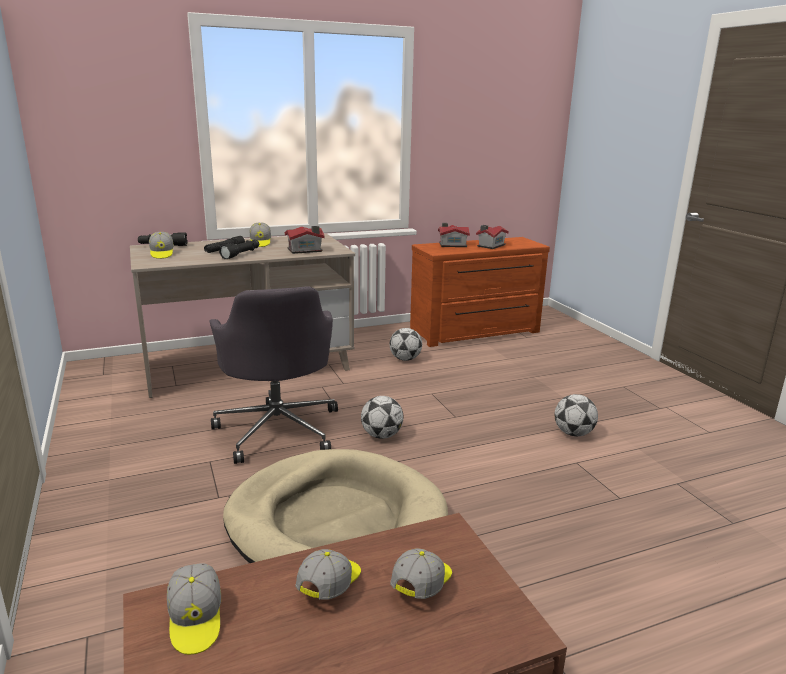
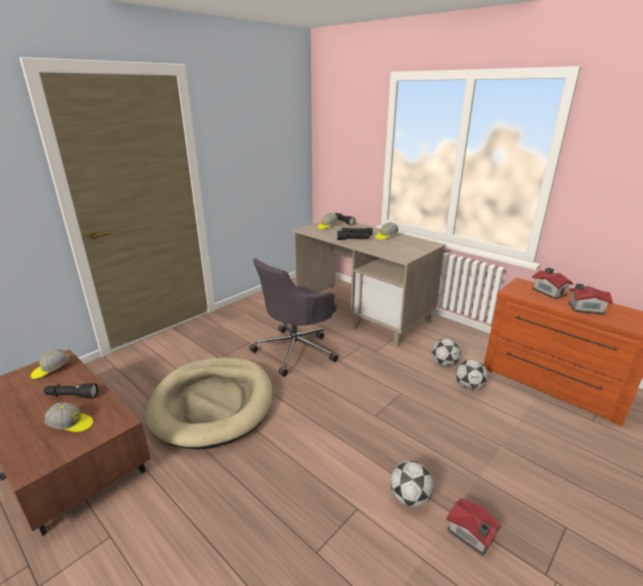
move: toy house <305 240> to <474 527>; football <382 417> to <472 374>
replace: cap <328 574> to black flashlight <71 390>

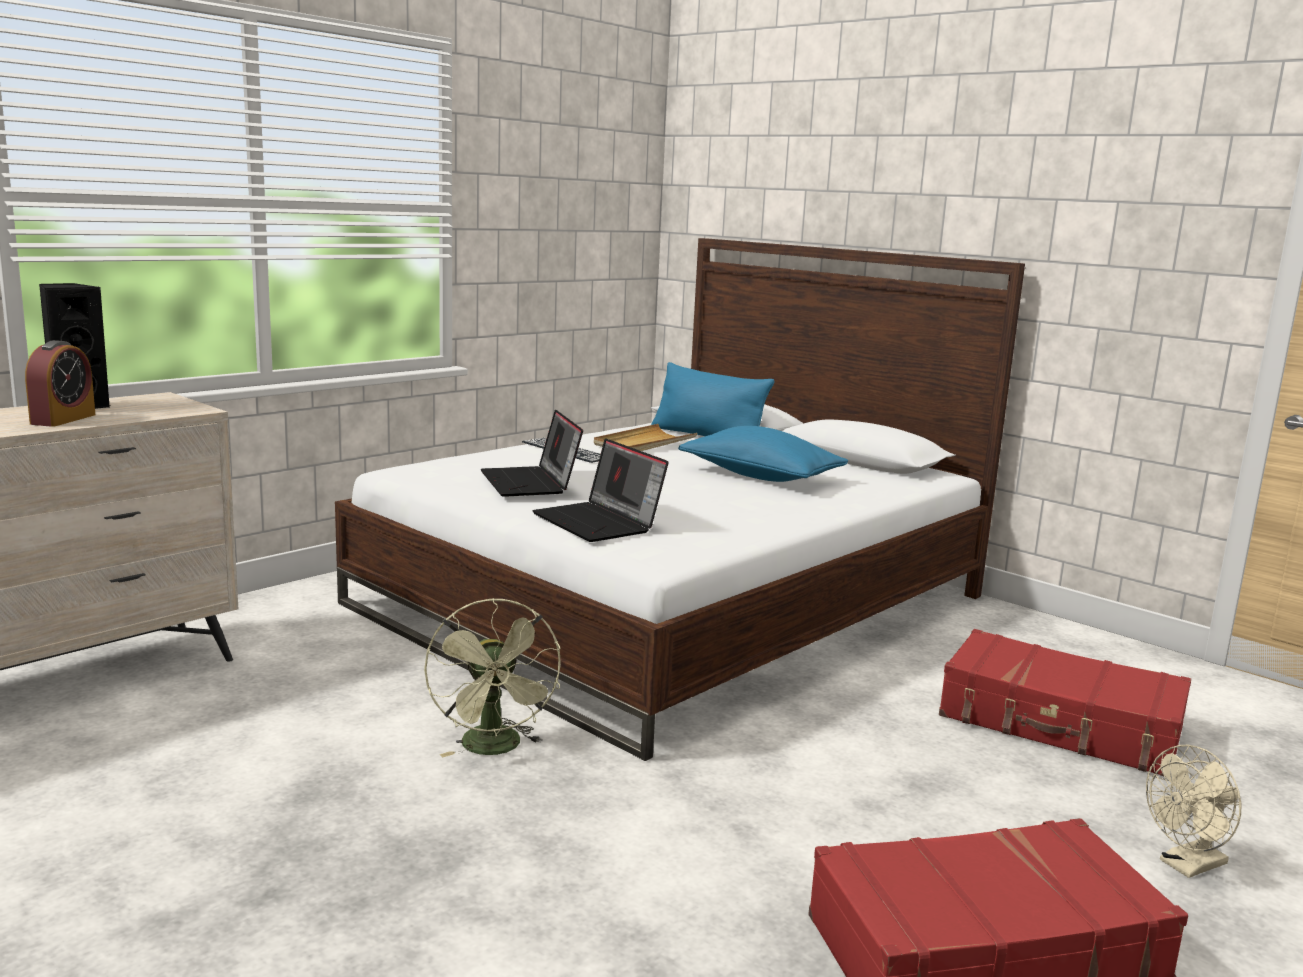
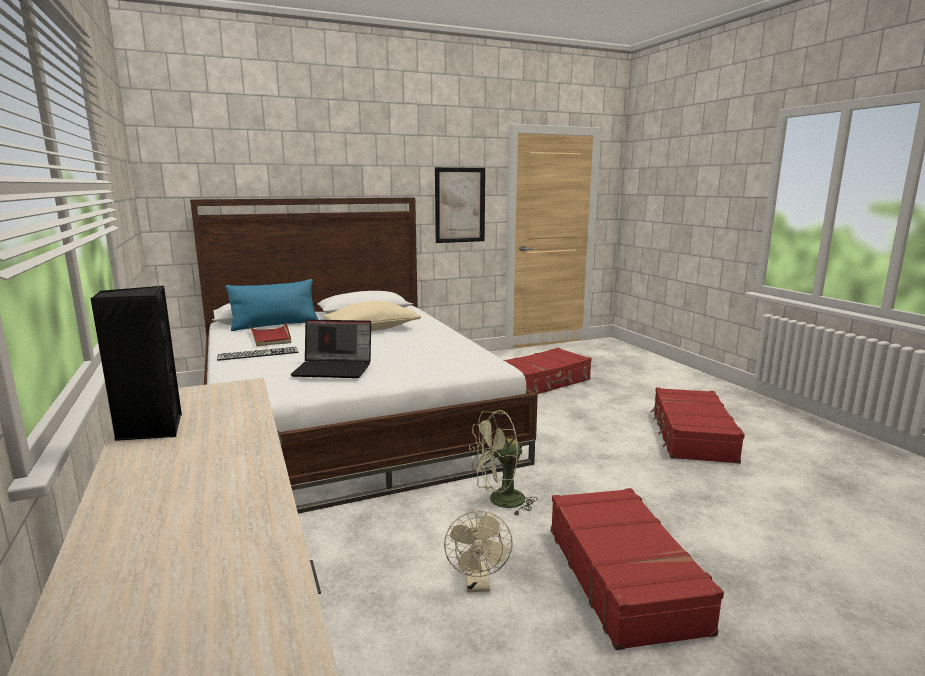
delete: alarm clock <60 383>; laptop <600 490>
insert: picture <460 205>; red suitcase <637 569>
move: beige fan <1193 811> to <478 551>
recolor: beige tray <645 437> to red tray <270 334>; blue pillow <763 454> to beige pillow <372 316>
rotate: green fan <492 677> = <503 463> 150 degrees clockwise

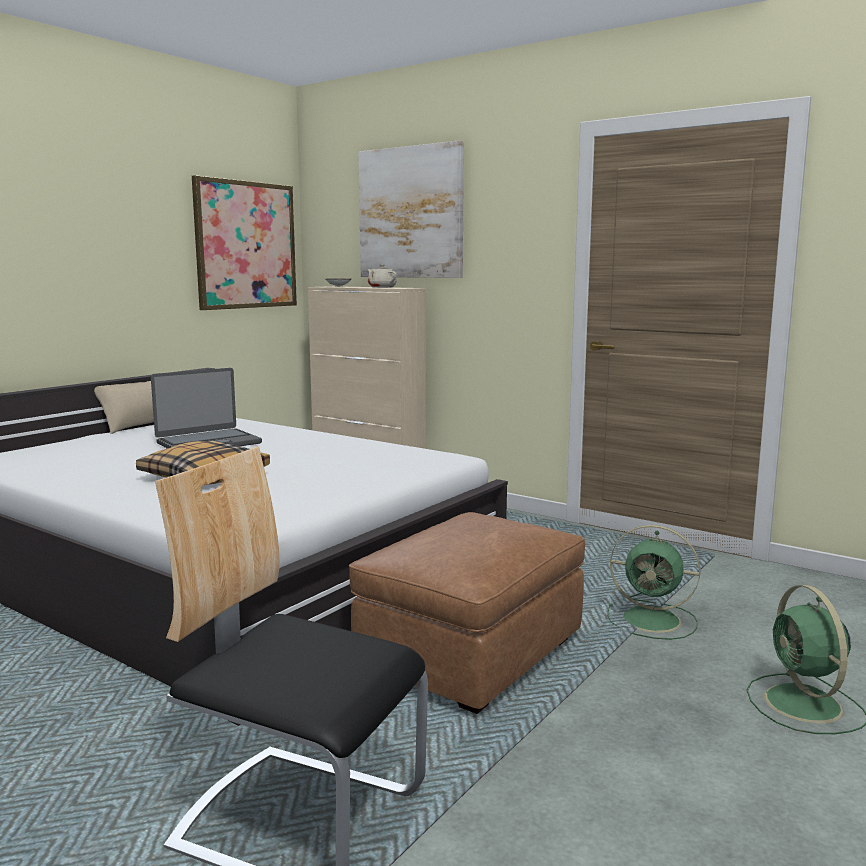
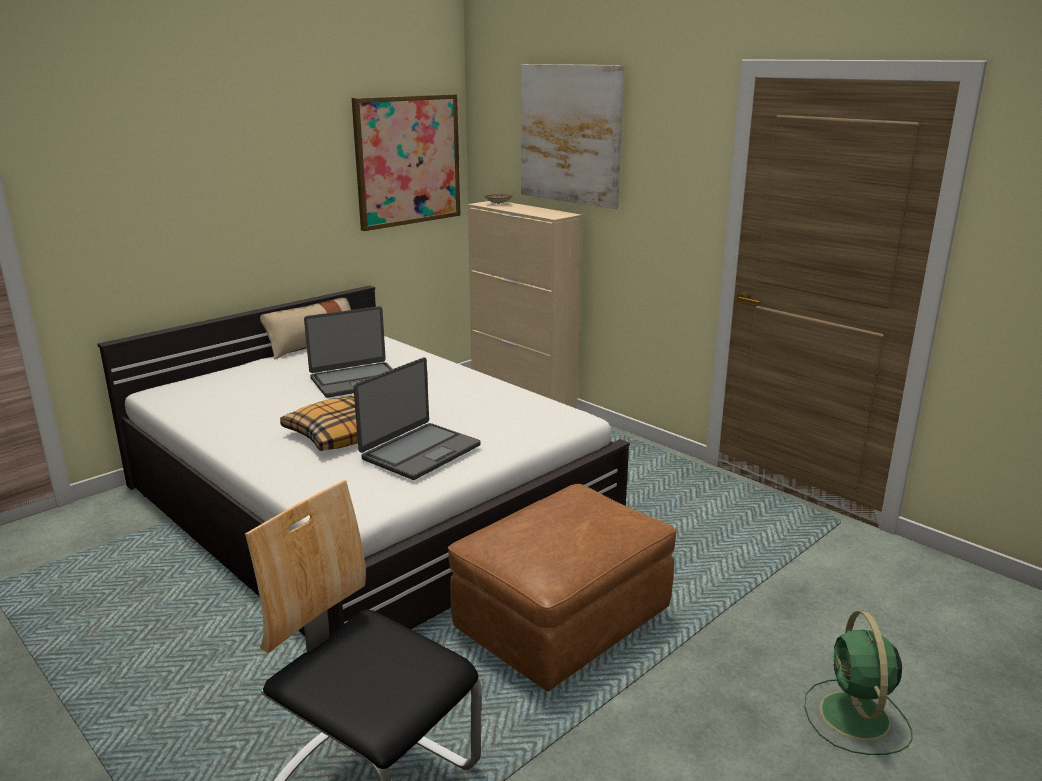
delete: beige teapot <382 276>; green fan <653 582>
insert: laptop <417 418>

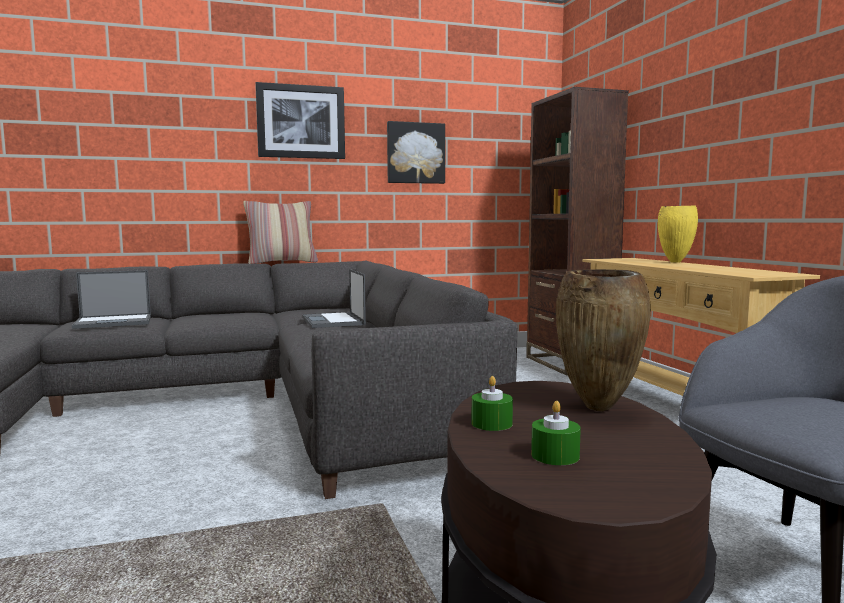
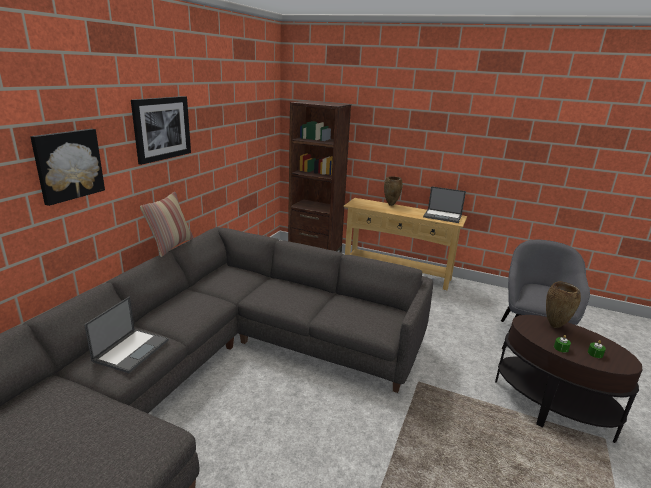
move: picture <416 152> to <67 167>; laptop <334 298> to <444 204>
recolor: yellow vase <678 234> to brown vase <393 191>

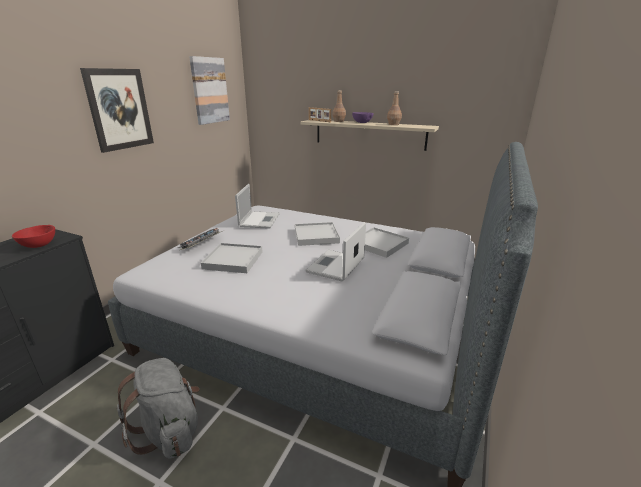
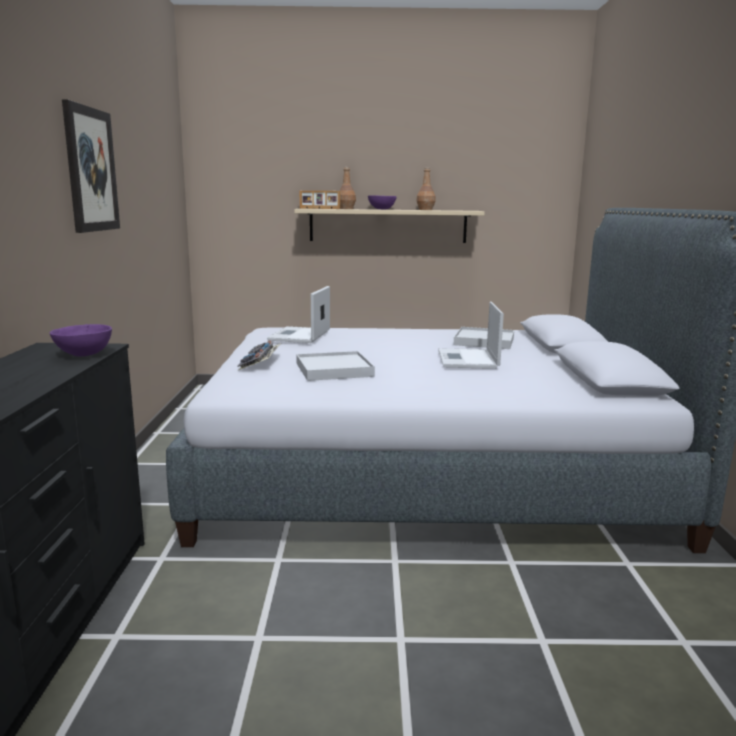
delete: grey backpack <158 408>; picture <209 90>; white tray <317 234>
recolor: red bowl <33 236> to purple bowl <81 340>
rotate: laptop <257 206> = <298 314> 150 degrees counterclockwise

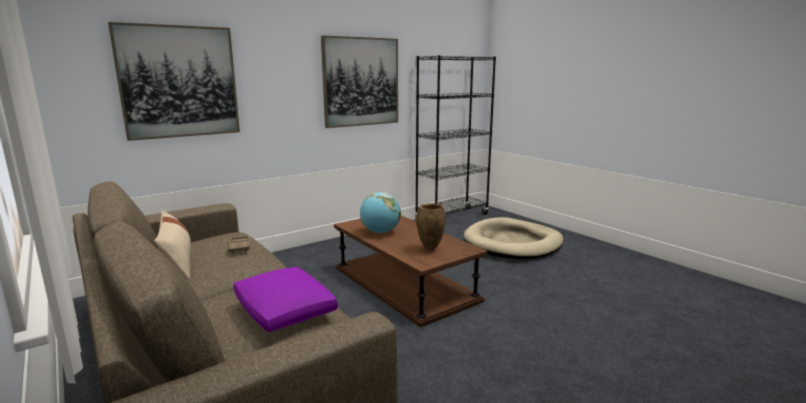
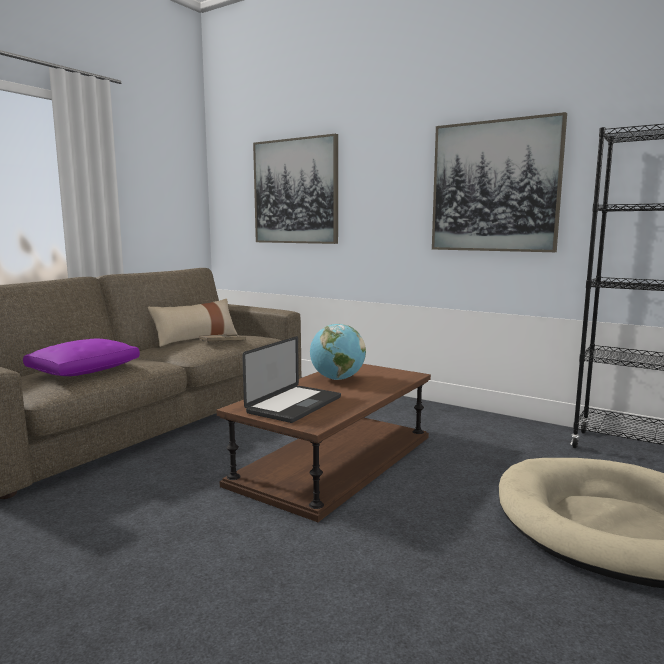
replace: brown vase <431 227> to laptop <291 379>

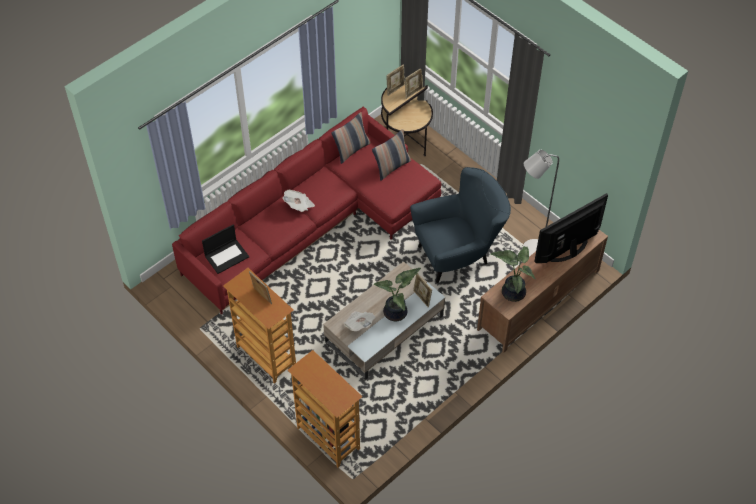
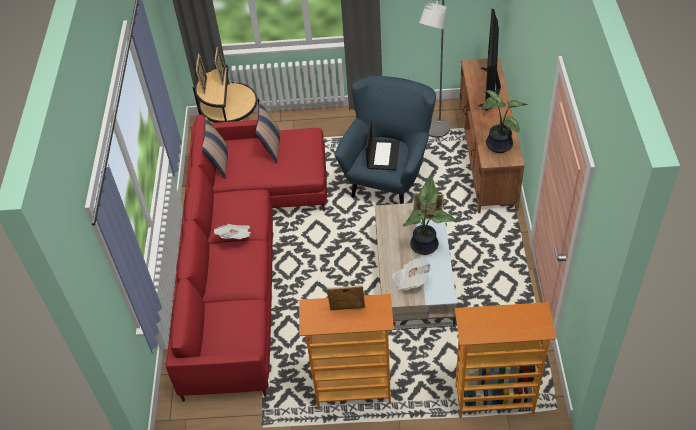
move: laptop <225 249> to <383 145>

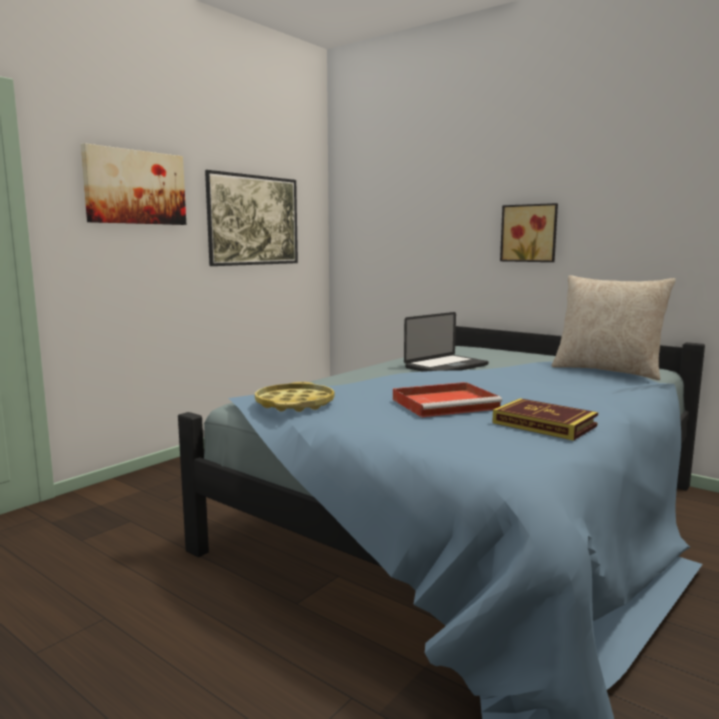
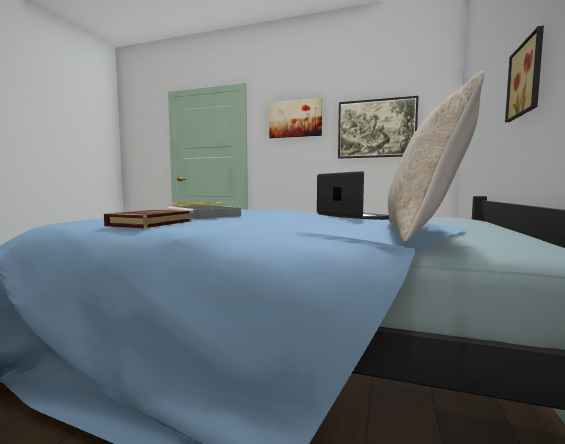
recolor: red tray <447 399> to grey tray <204 212>
rotate: laptop <446 342> = <353 195> 150 degrees counterclockwise

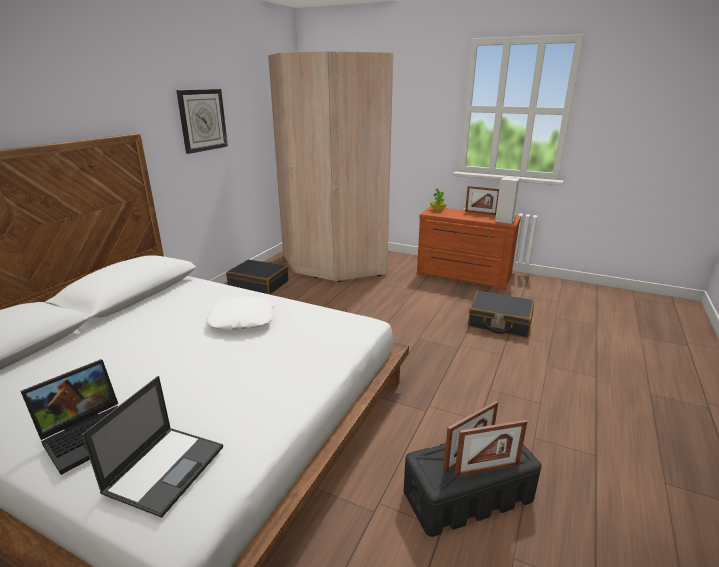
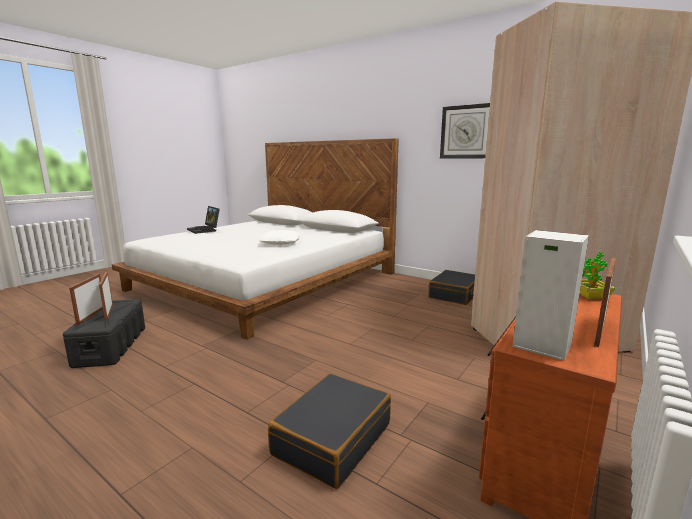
delete: laptop <152 447>

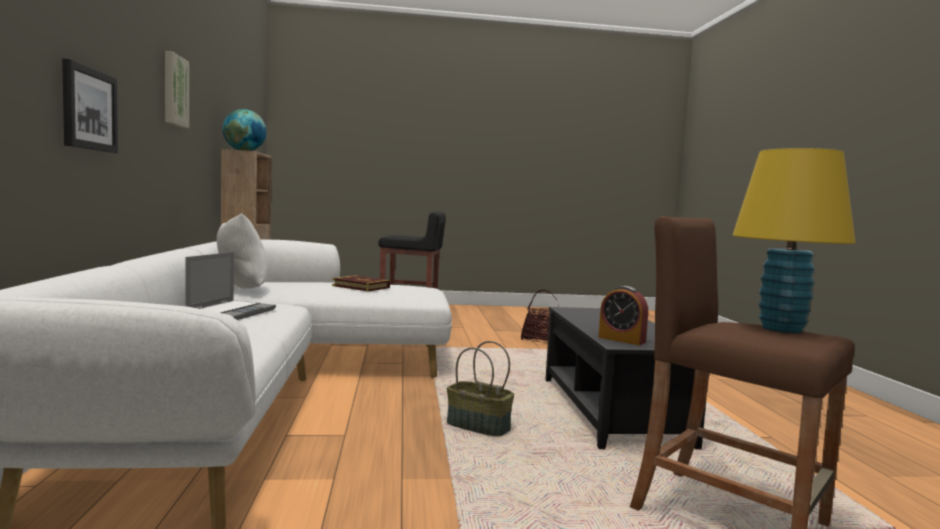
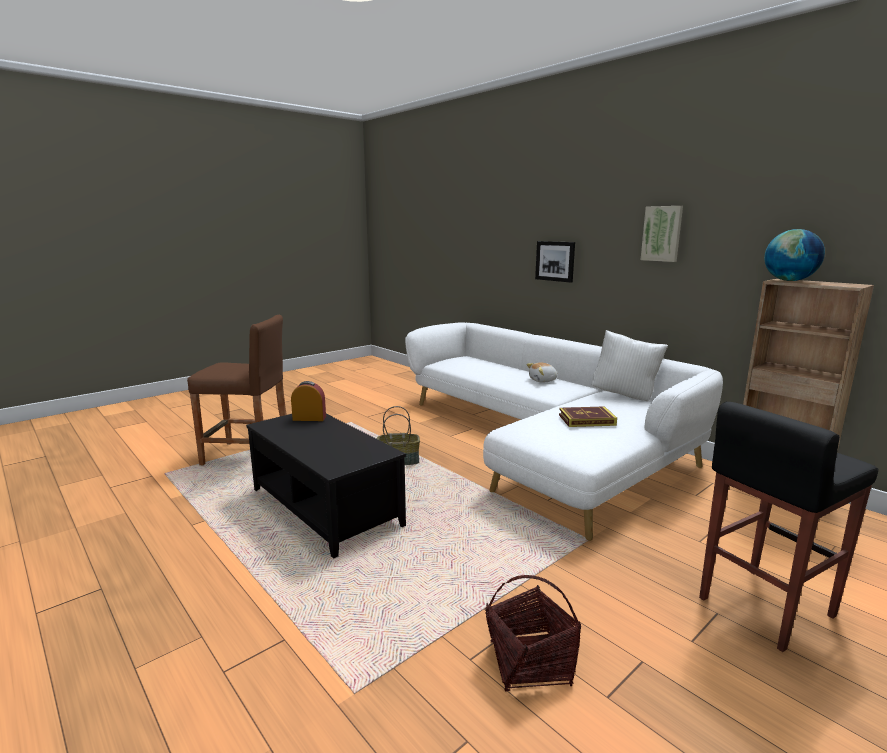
delete: yellow table lamp <794 240>
replace: laptop <230 286> to plush toy <542 372>

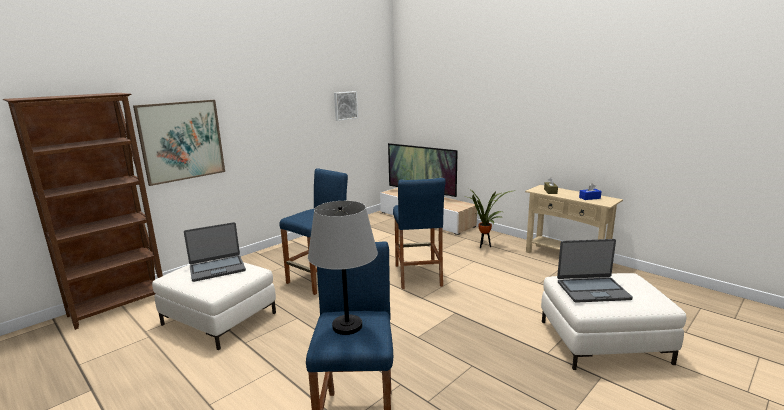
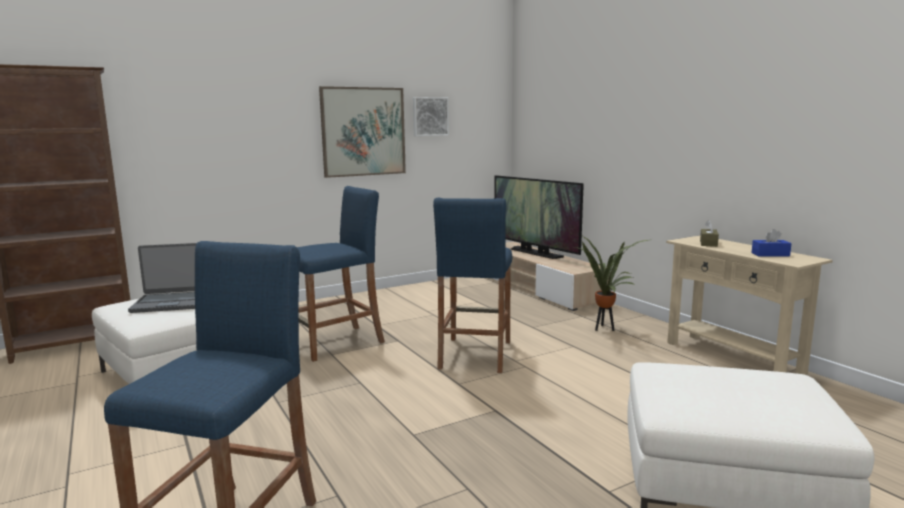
delete: grey table lamp <343 268>; laptop <595 271>
move: picture <179 143> to <362 132>

